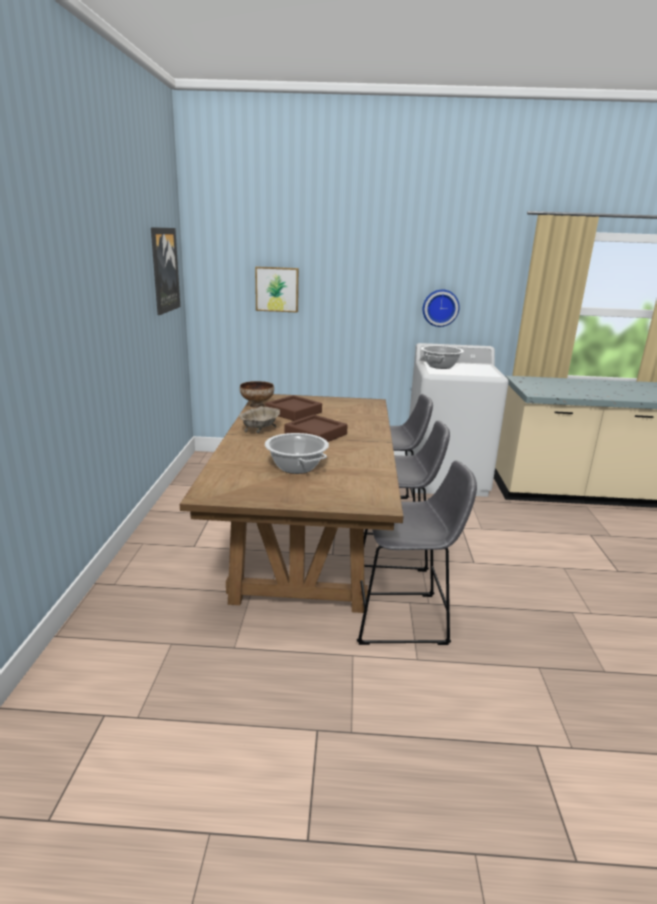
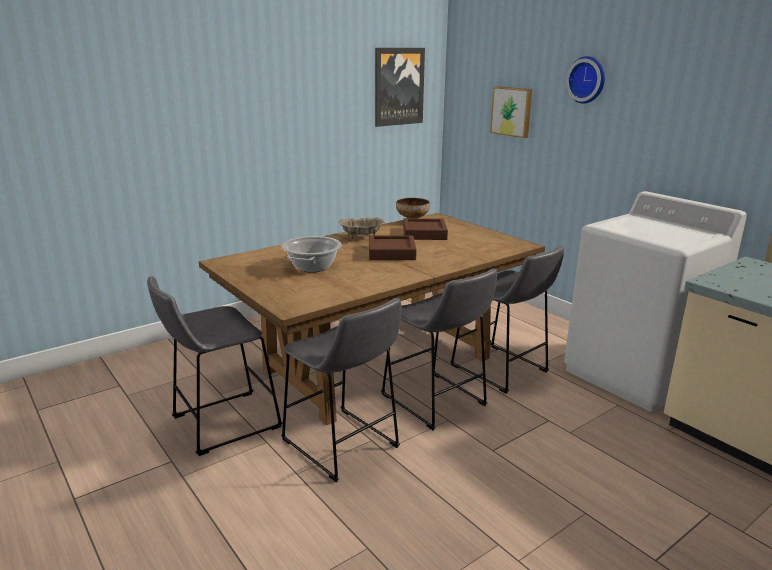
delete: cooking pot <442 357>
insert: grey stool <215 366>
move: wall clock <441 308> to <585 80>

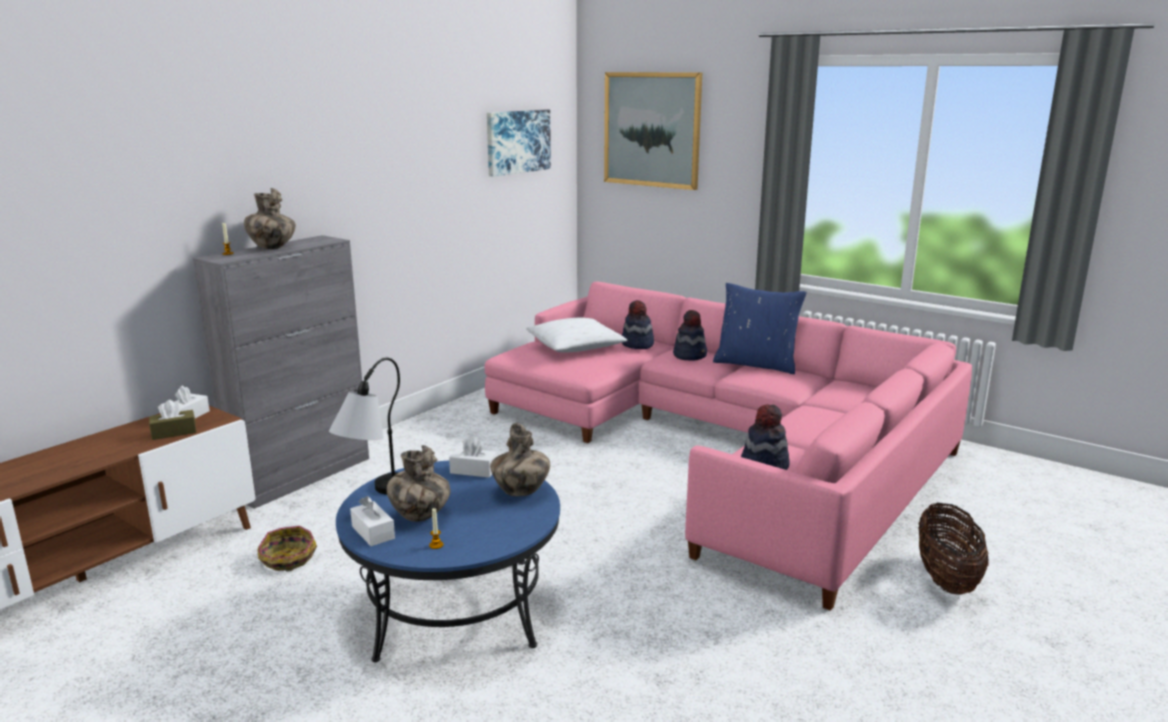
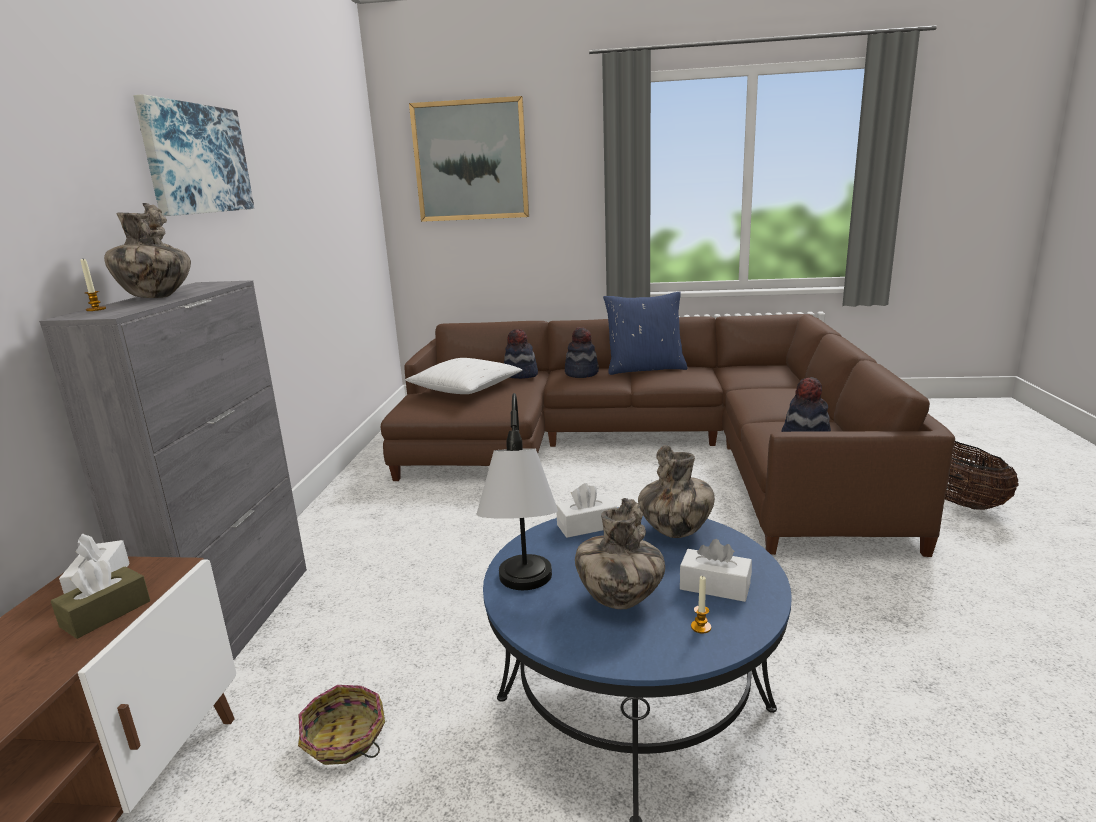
move: picture <519 143> to <194 155>; white tissue box <372 521> to <716 570>
recolor: pink sofa <728 446> to brown sofa <668 435>

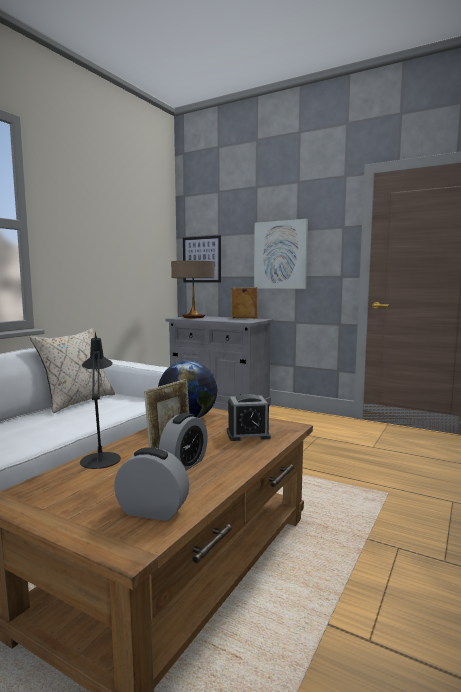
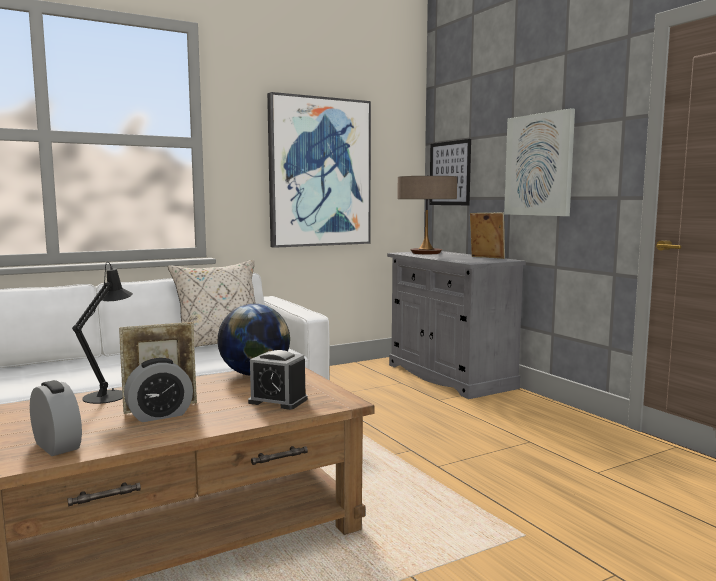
insert: picture <319 170>

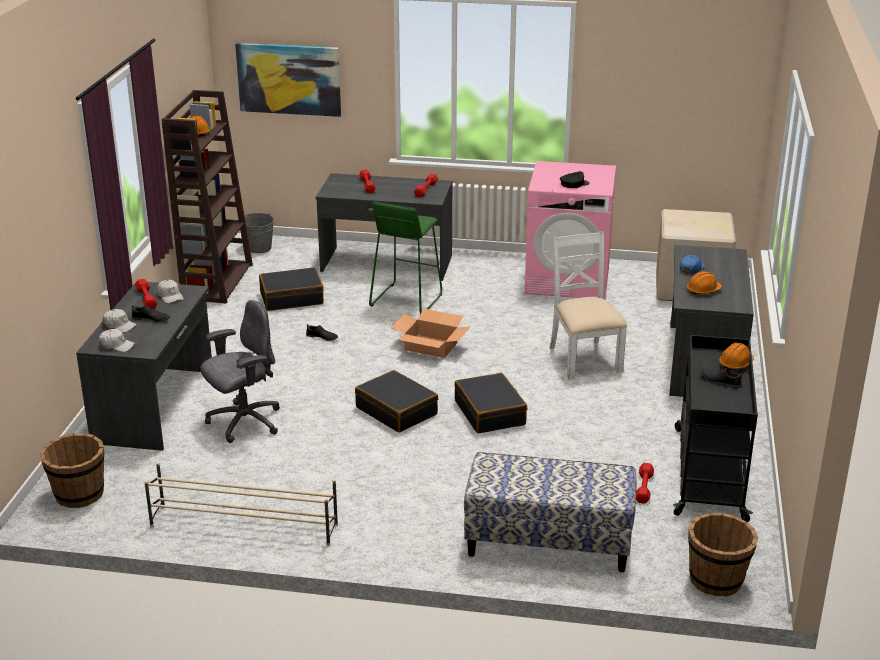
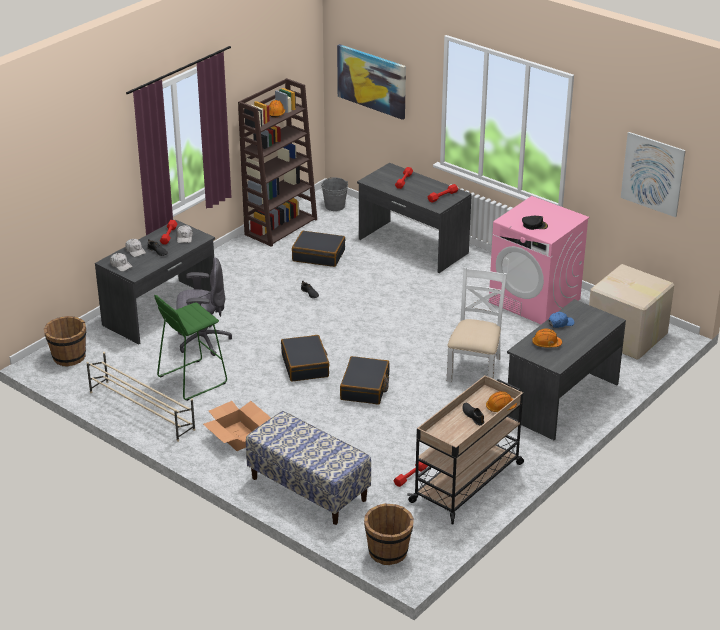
insert: picture <653 174>
move: green stool <405 258> to <190 348>; cardboard box <431 333> to <237 426>
recolor: black cart <715 428> to beige cart <465 449>

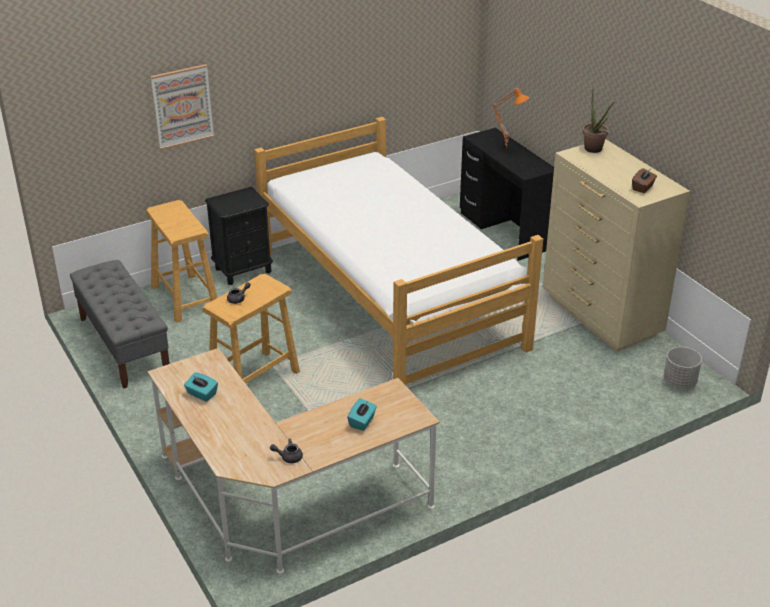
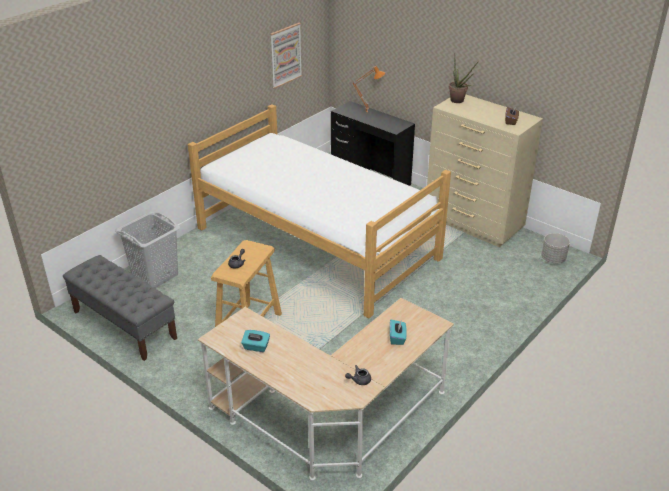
delete: black nightstand <239 236>
move: picture <182 107> to <286 56>
replace: beige stool <182 261> to grey laundry basket <147 250>

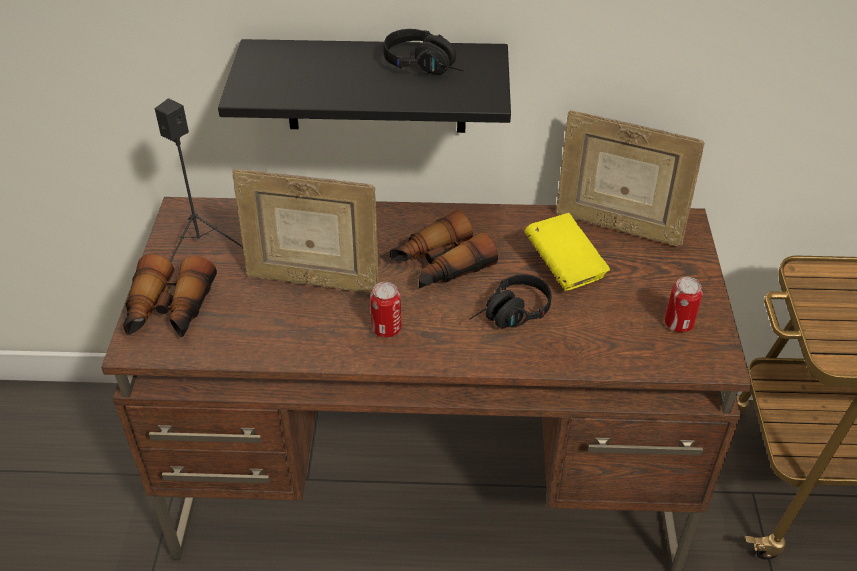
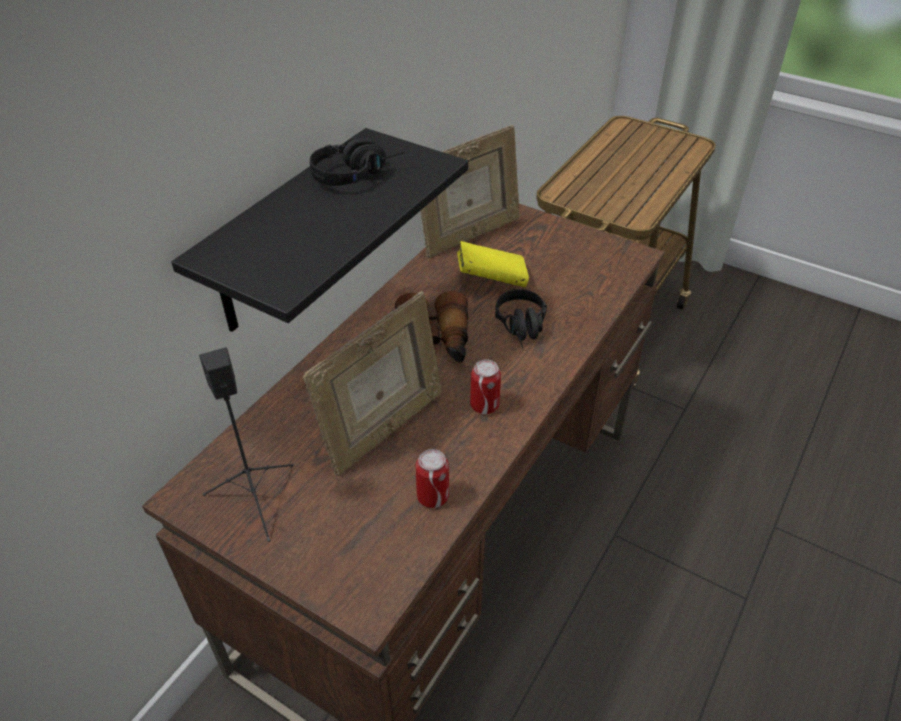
delete: binoculars <170 295>
move: can <684 304> to <432 478>

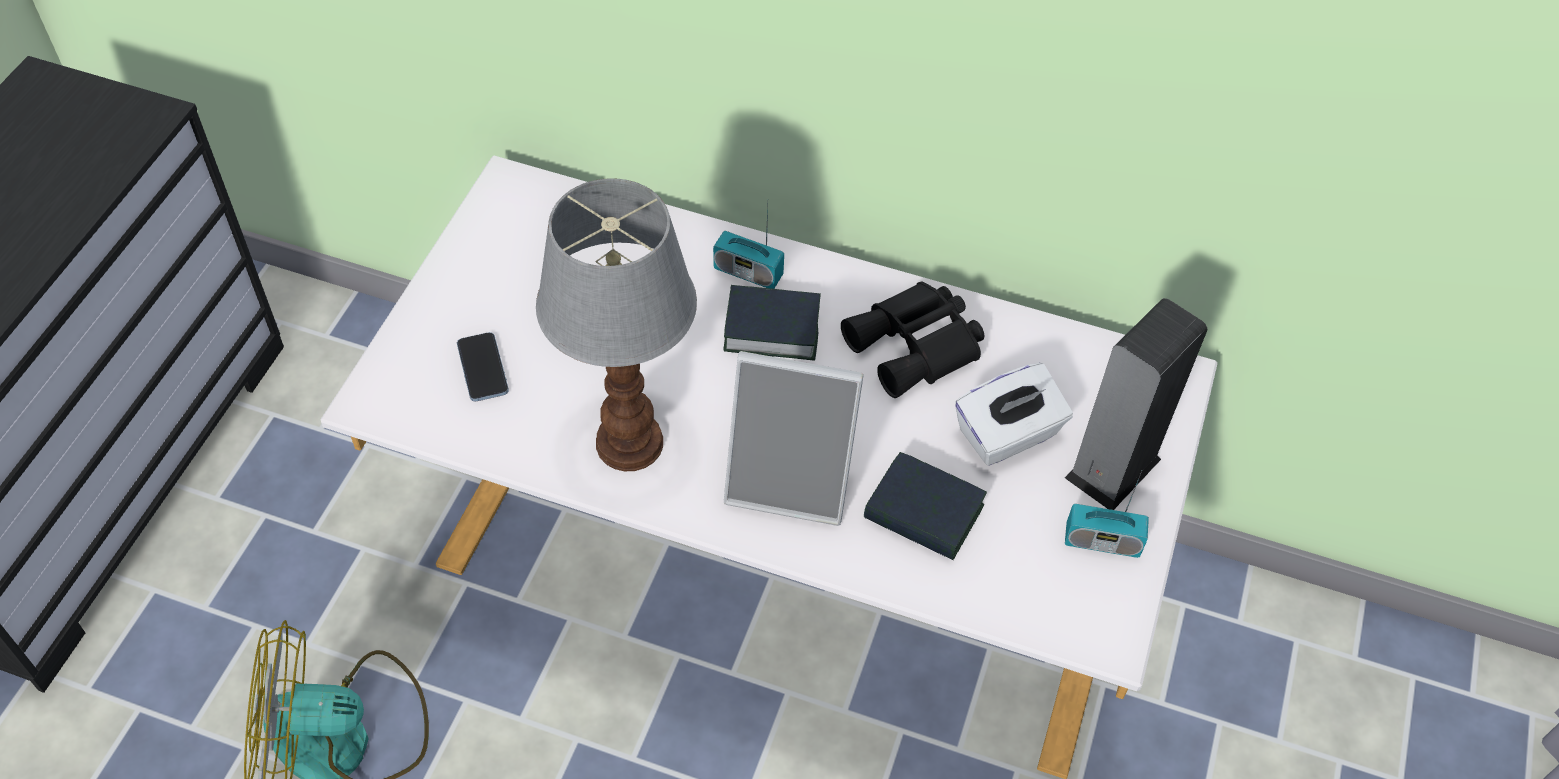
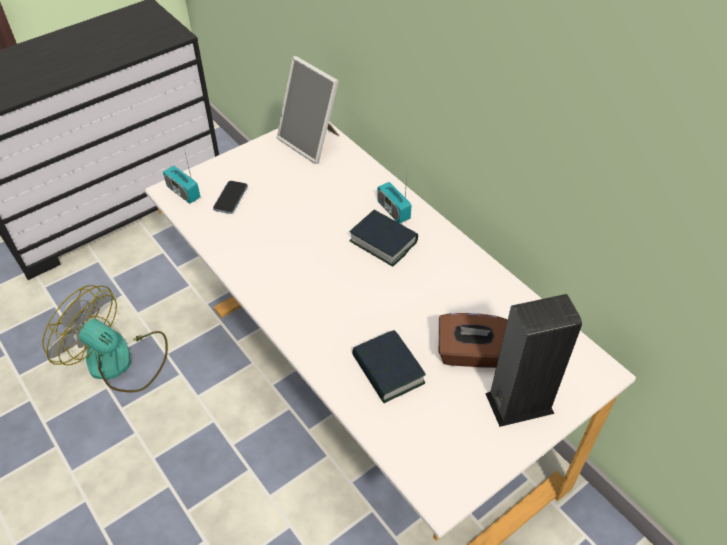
delete: table lamp <616 324>; black binoculars <912 339>
move: radio <1107 514> to <182 176>; picture frame <794 438> to <308 110>
recolor: white tissue box <1014 414> to brown tissue box <473 340>

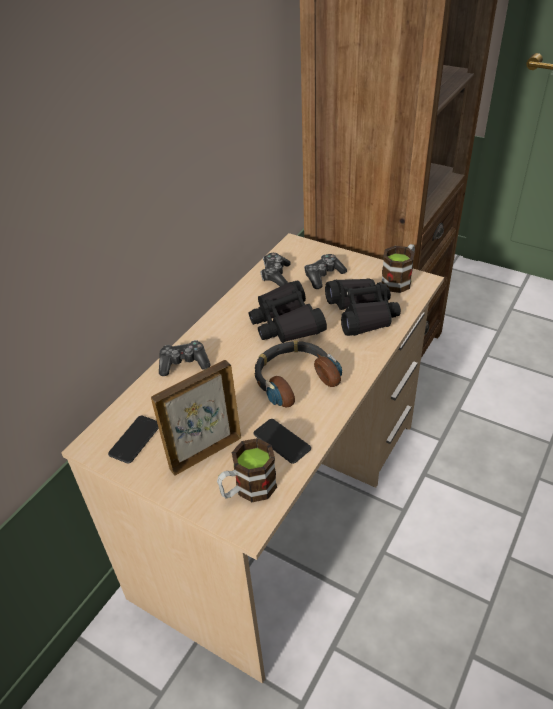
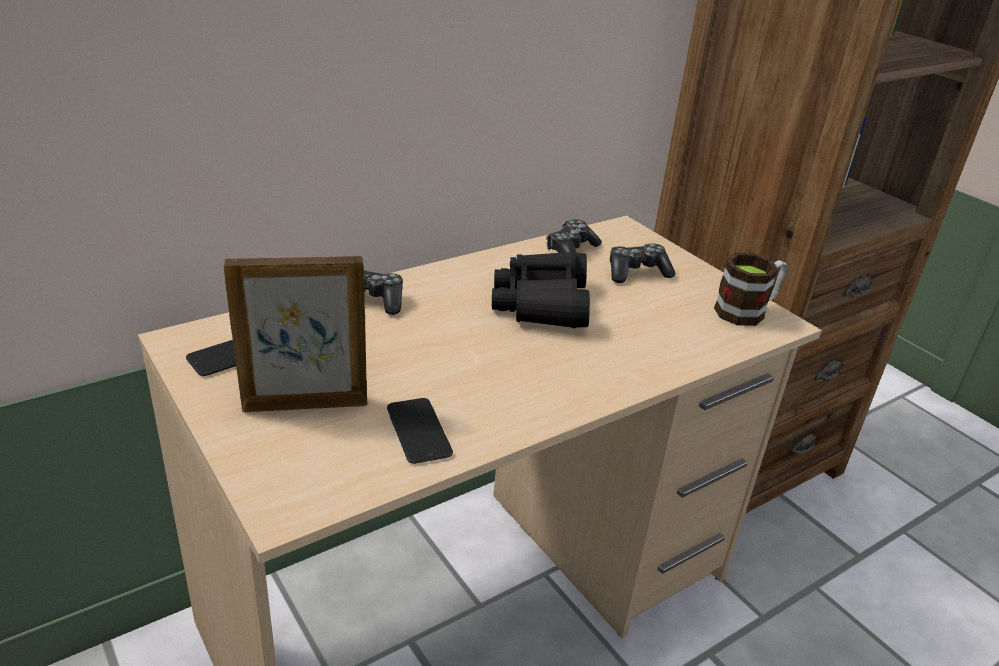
delete: mug <247 470>; headphones <298 373>; black binoculars <363 307>

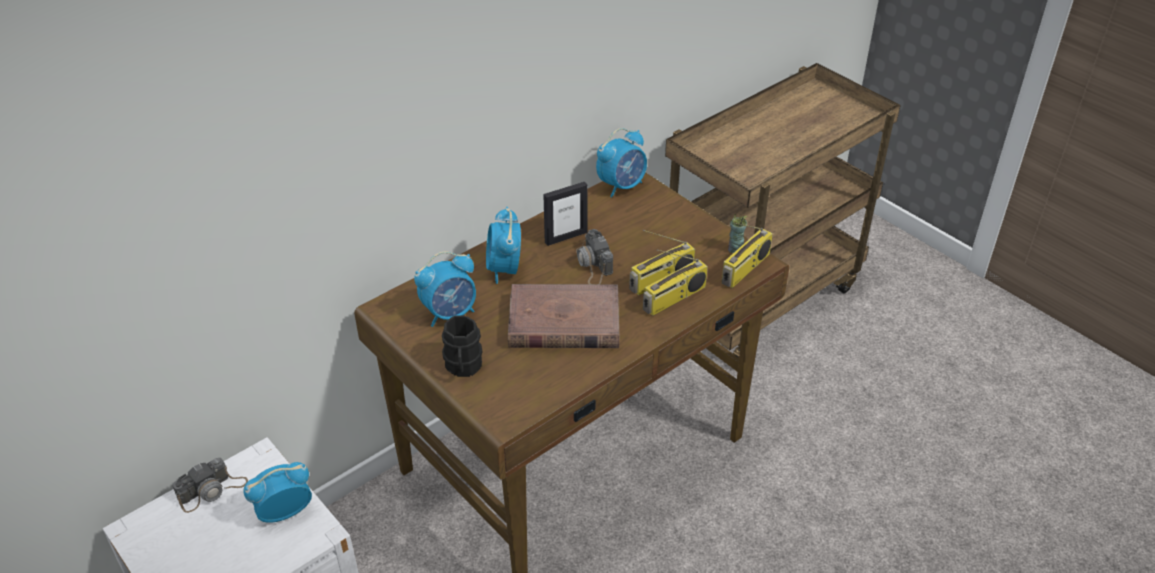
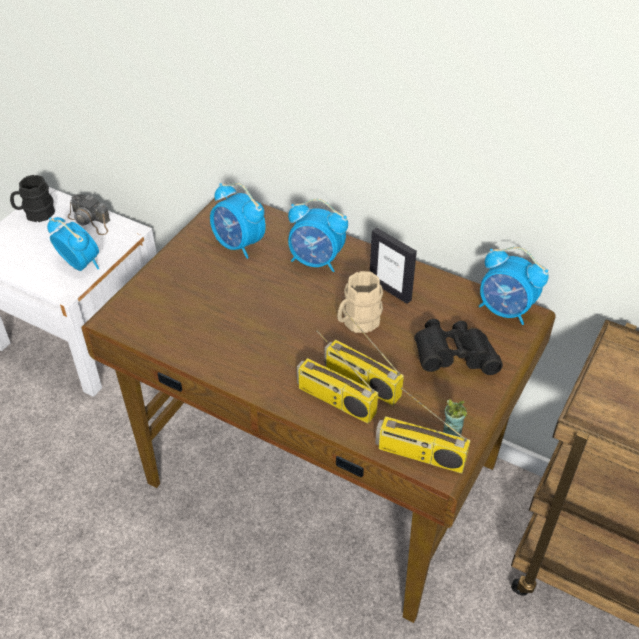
delete: brown book <563 316>
insert: black binoculars <458 347>
move: black mug <462 346> to <32 198>
replace: photo camera <594 256> to beige mug <360 302>
rotate: alarm clock <503 245> = <318 235> 135 degrees counterclockwise

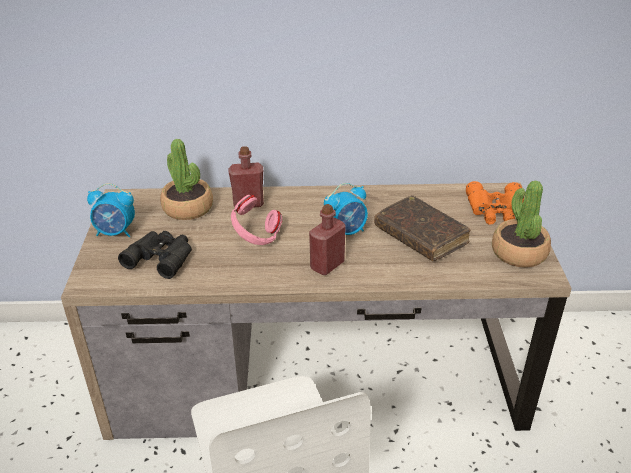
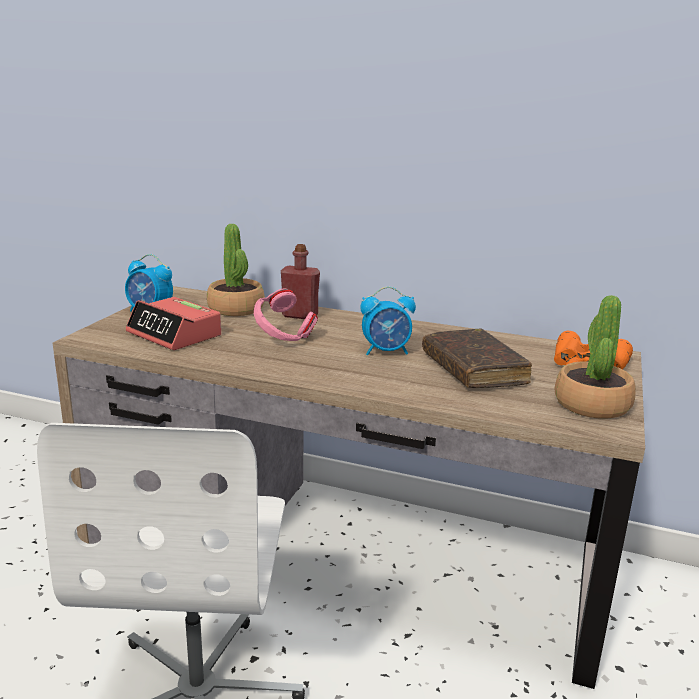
delete: red bottle <327 239>
replace: black binoculars <155 255> to alarm clock <173 323>

